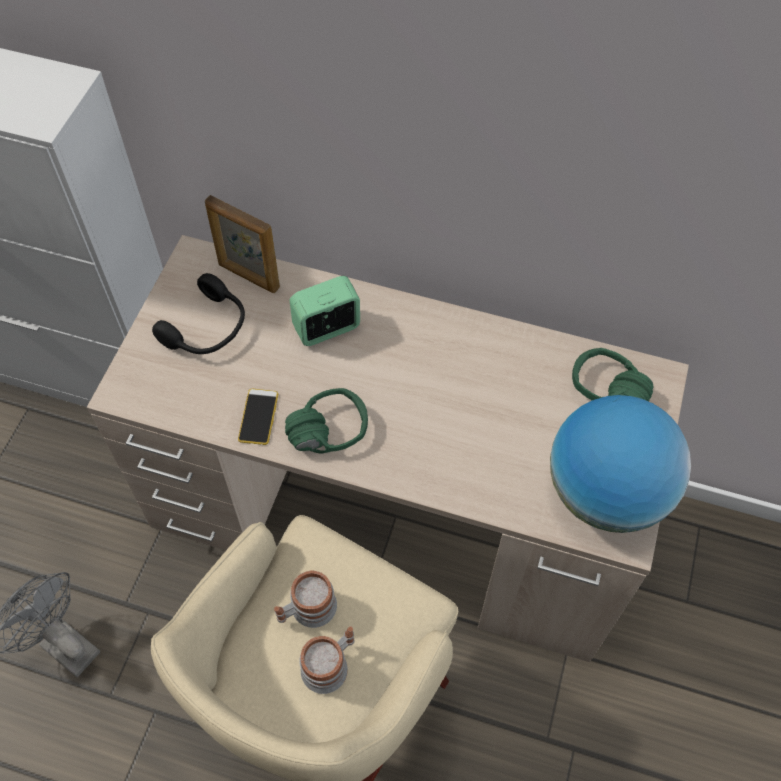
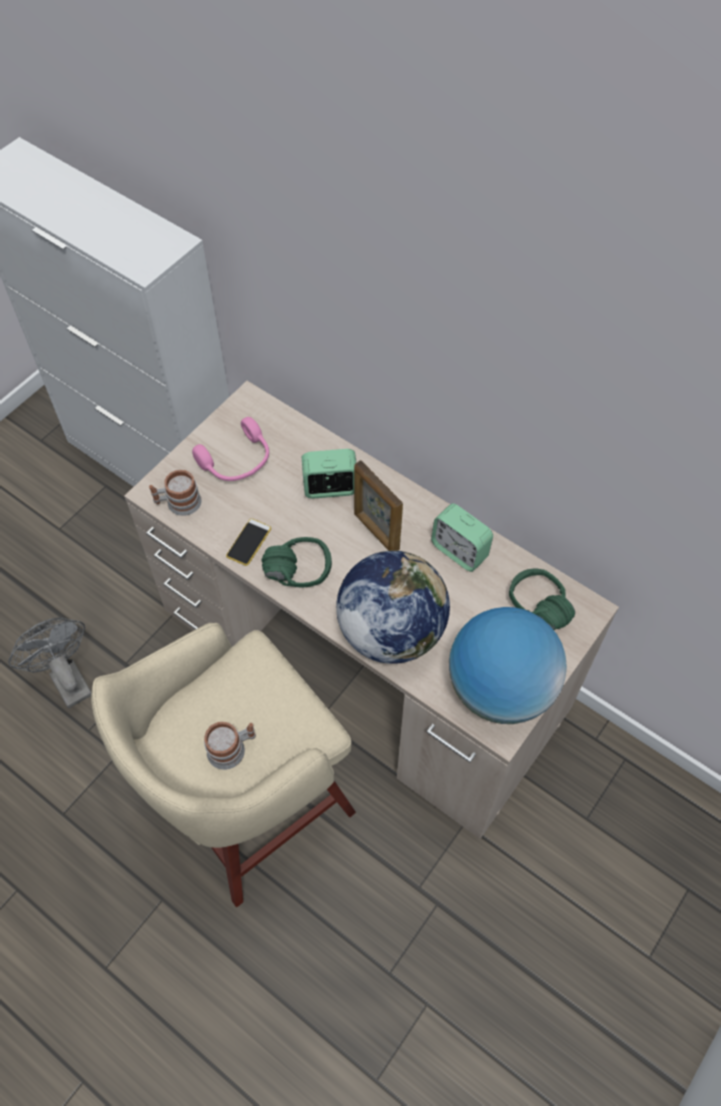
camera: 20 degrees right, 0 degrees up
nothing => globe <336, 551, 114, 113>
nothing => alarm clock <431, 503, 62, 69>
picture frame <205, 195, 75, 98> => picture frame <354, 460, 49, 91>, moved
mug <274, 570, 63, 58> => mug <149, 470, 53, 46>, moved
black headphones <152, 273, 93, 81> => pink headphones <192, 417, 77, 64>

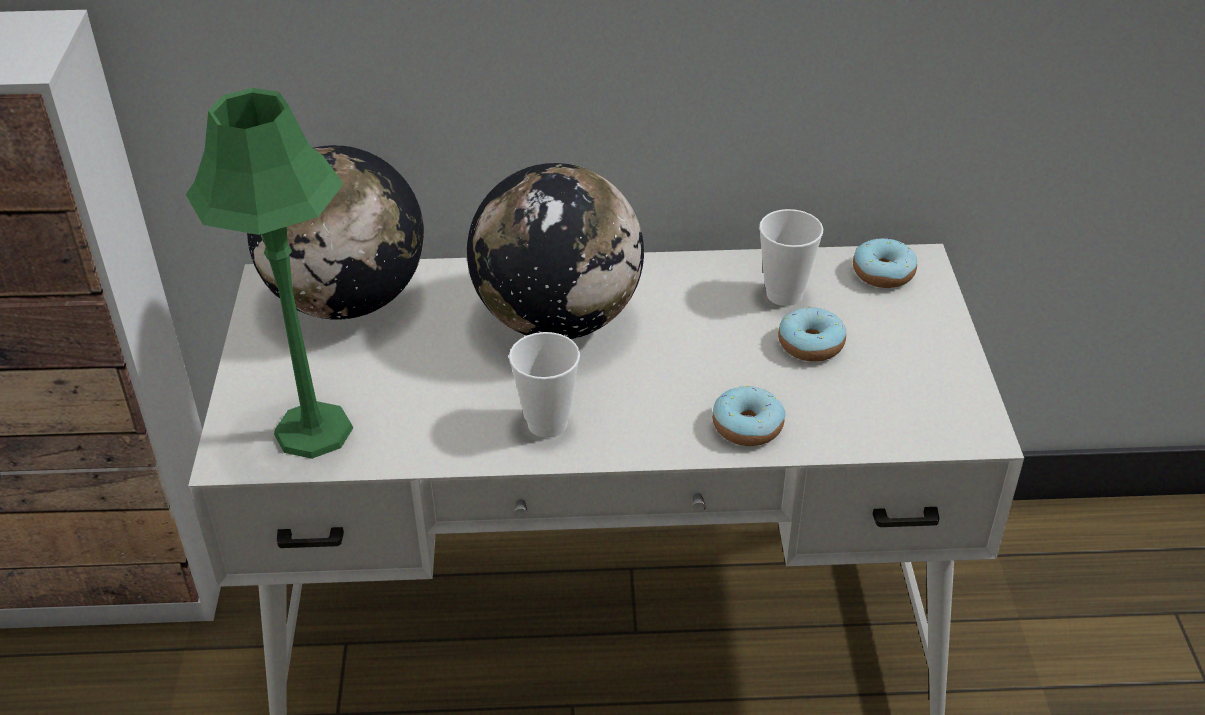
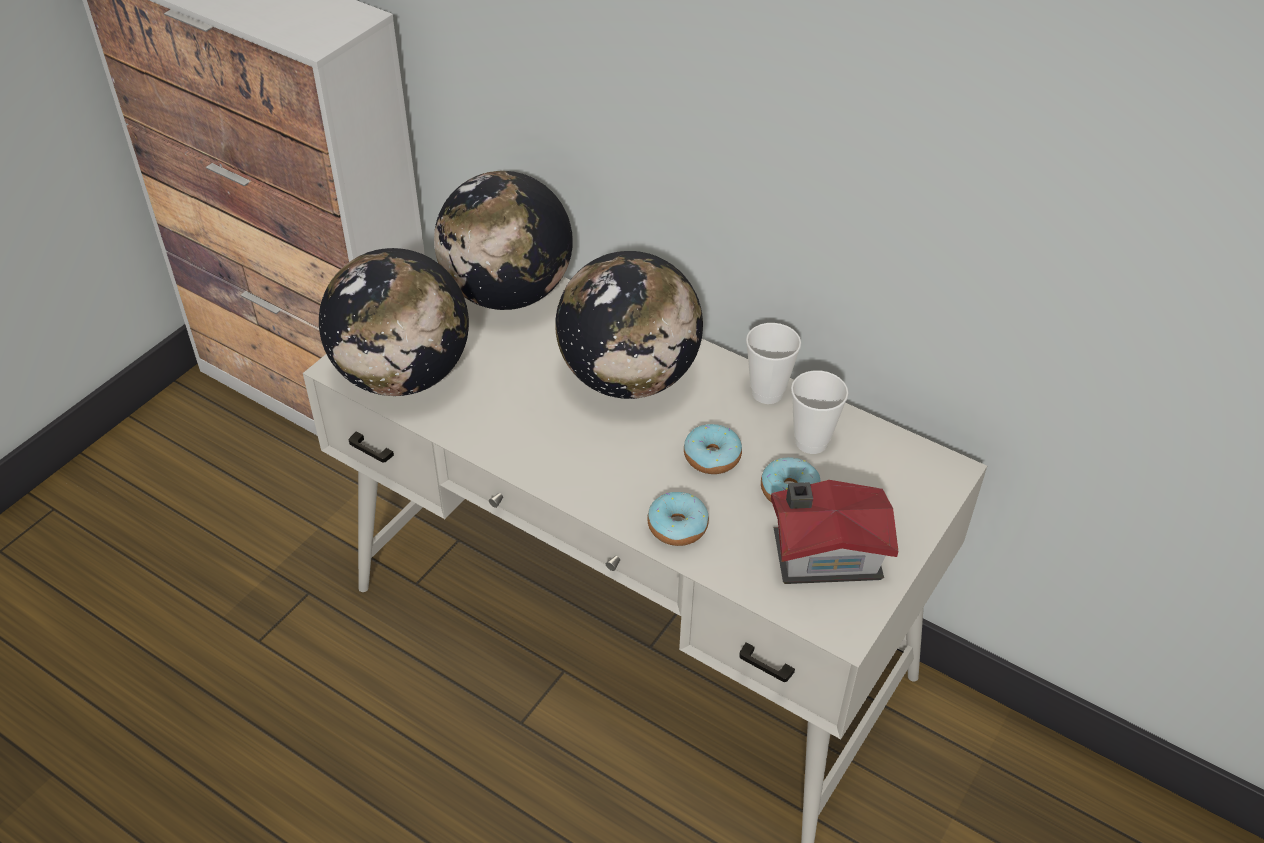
camera: 35 degrees right, 5 degrees up
nothing => toy house <771, 480, 128, 104>
cup <509, 332, 71, 106> => cup <746, 323, 55, 81>, moved
donut <853, 237, 64, 51> => donut <684, 424, 58, 50>, moved
green table lamp <186, 88, 168, 371> => globe <319, 248, 150, 148>

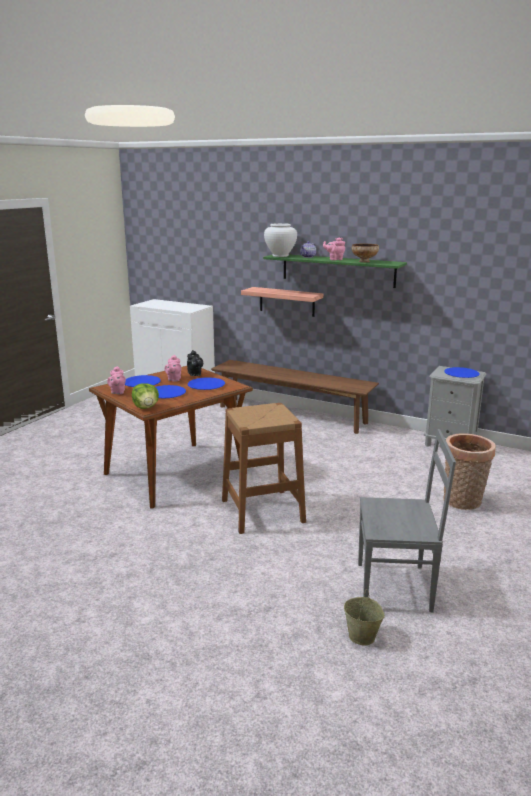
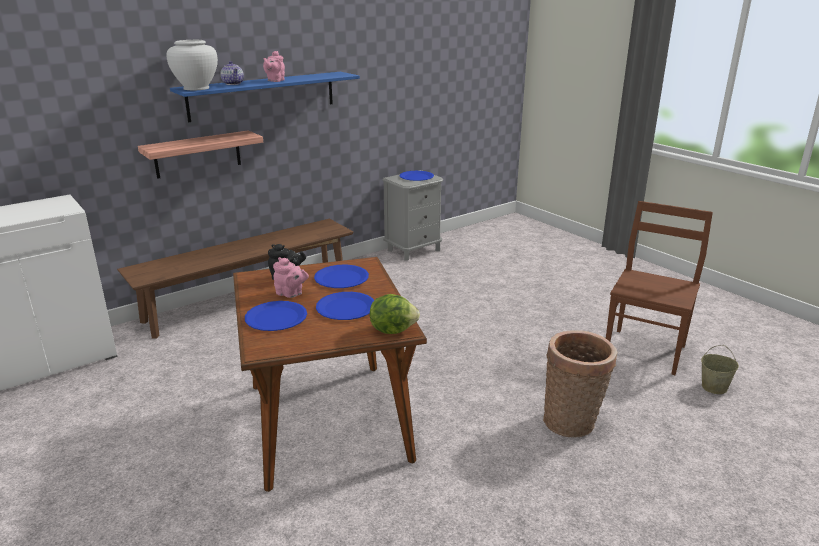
camera: 65 degrees left, 5 degrees up
pink teapot <107, 366, 19, 28> => nothing
brown stool <222, 403, 84, 131> => nothing
bowl <352, 244, 27, 19> => nothing
basket <443, 433, 53, 77> => basket <543, 330, 74, 107>, moved
green shelf <263, 254, 144, 34> => blue shelf <170, 72, 190, 50>
grey chair <358, 429, 98, 183> => brown chair <606, 201, 107, 174>

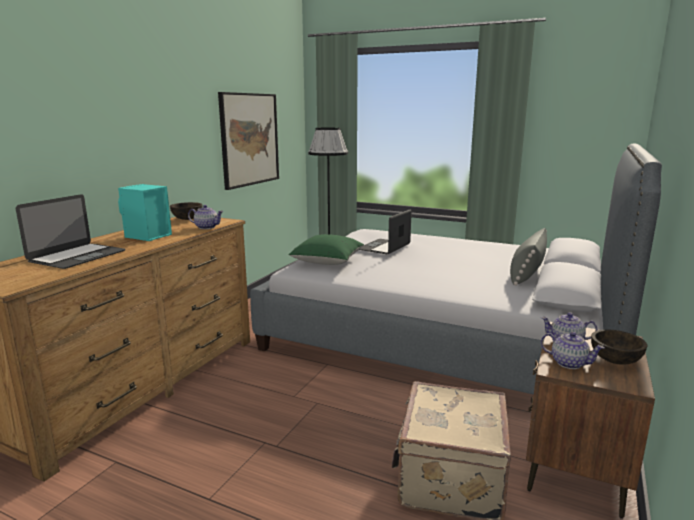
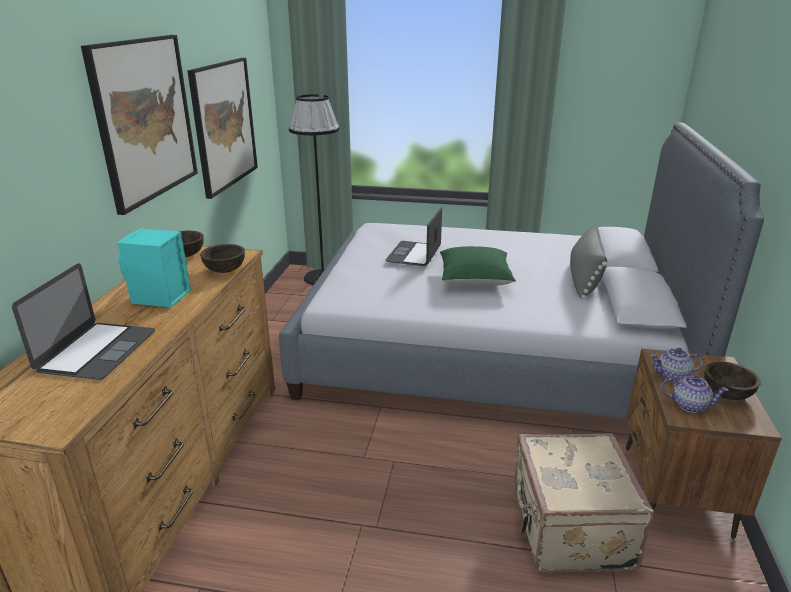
camera: 15 degrees left, 10 degrees up
nothing => picture <81, 35, 117, 180>
green pillow <289, 234, 75, 31> => green pillow <440, 246, 76, 40>, moved
teapot <188, 205, 36, 24> => brown bowl <200, 244, 45, 29>

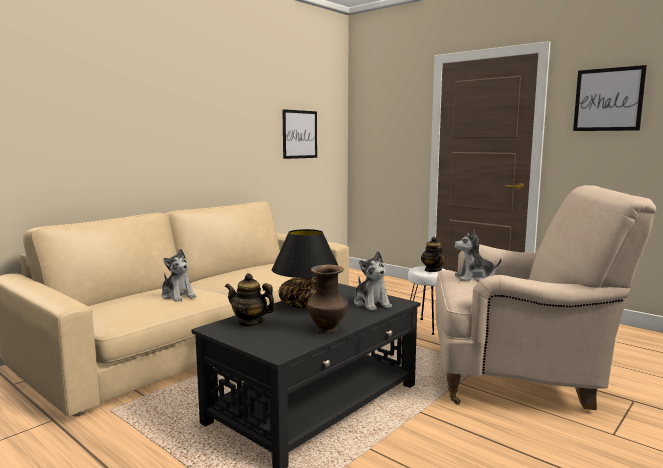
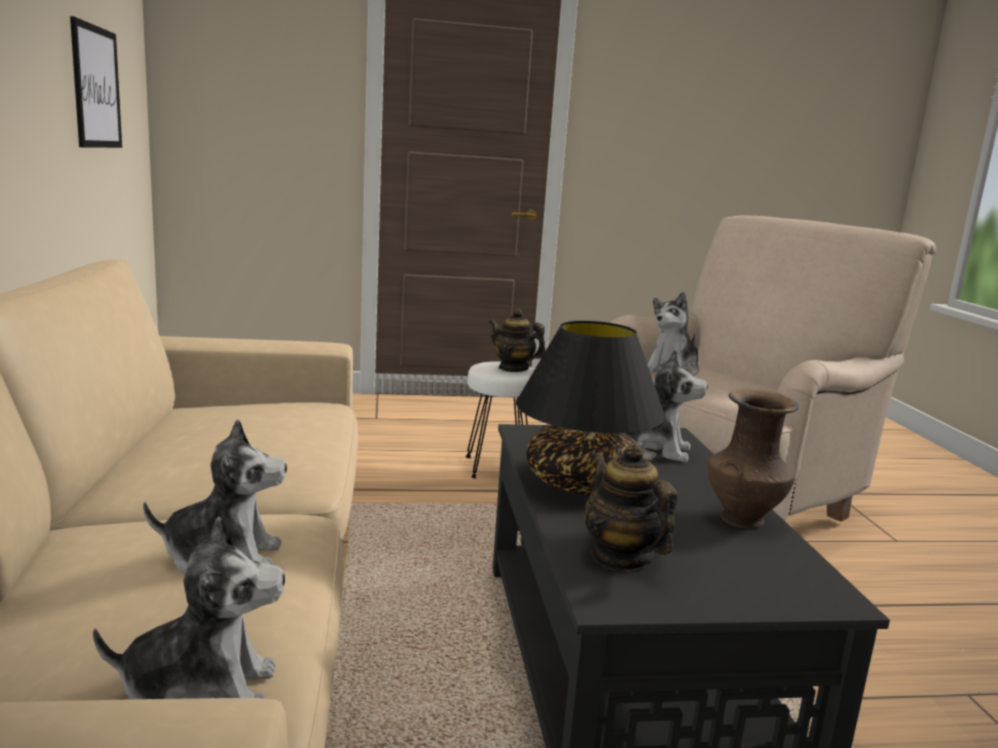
camera: 50 degrees left, 5 degrees up
picture <573, 65, 74, 66> => nothing
nothing => plush toy <93, 517, 192, 182>
teapot <225, 273, 51, 54> => teapot <584, 443, 93, 128>, 90 degrees clockwise

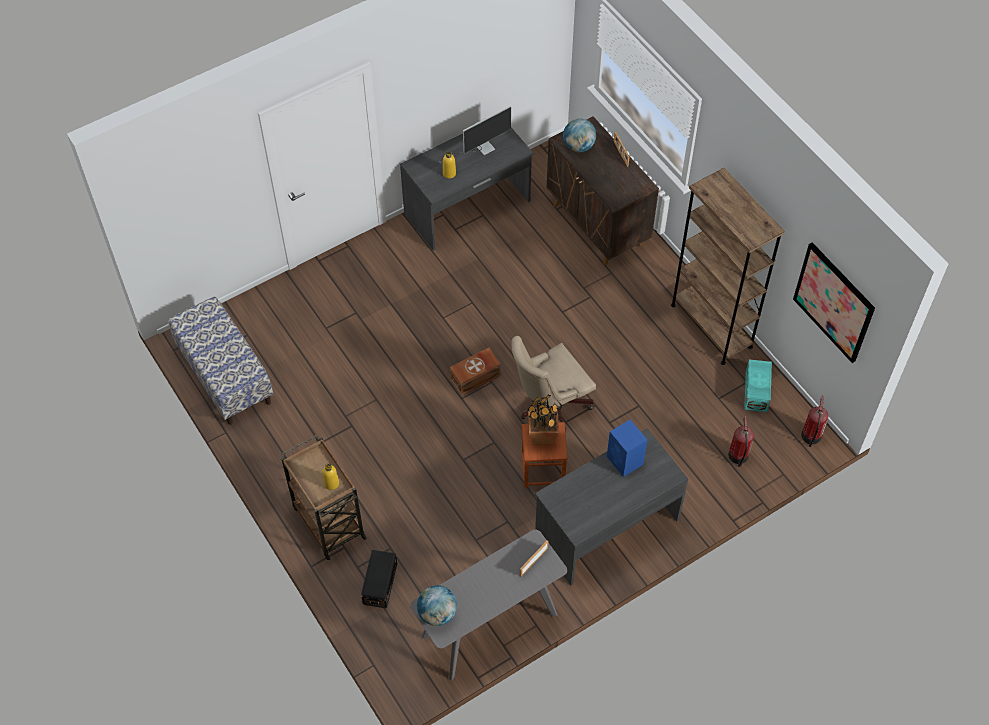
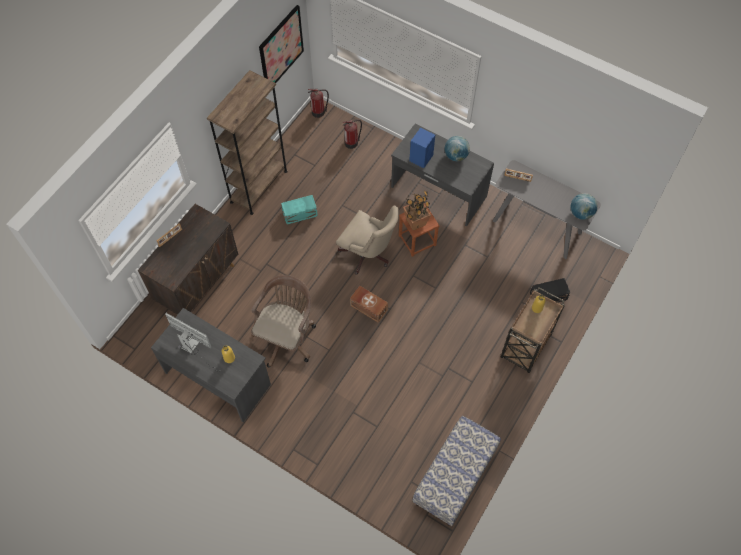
camera: 115 degrees left, 5 degrees up
nothing => brown office chair <251, 275, 65, 92>
globe <563, 119, 33, 33> => globe <445, 136, 25, 25>, moved
turquoise storage box <744, 359, 28, 53> => turquoise storage box <281, 195, 37, 30>, moved

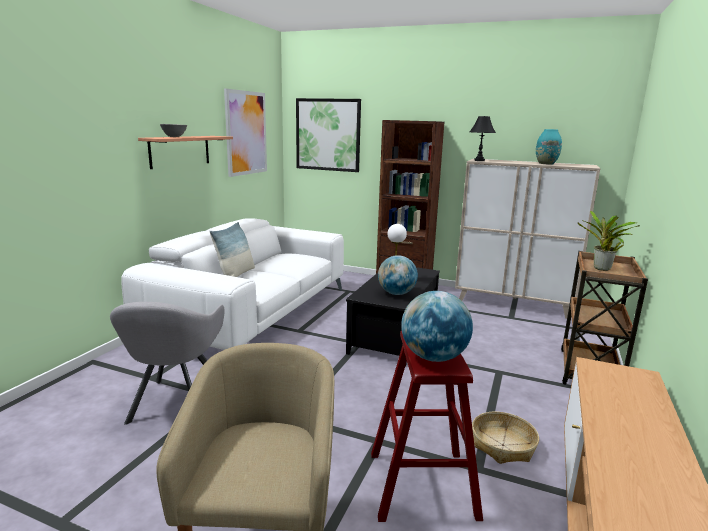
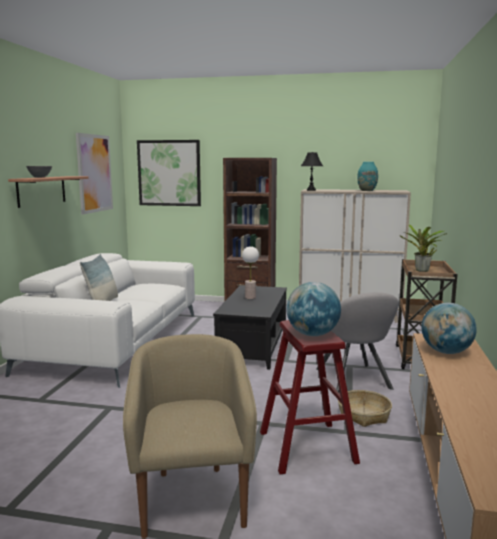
camera: 10 degrees left, 5 degrees down
grey armchair <110, 302, 115, 123> => grey armchair <316, 292, 83, 101>, moved
globe <378, 255, 40, 40> => globe <422, 303, 55, 51>, moved

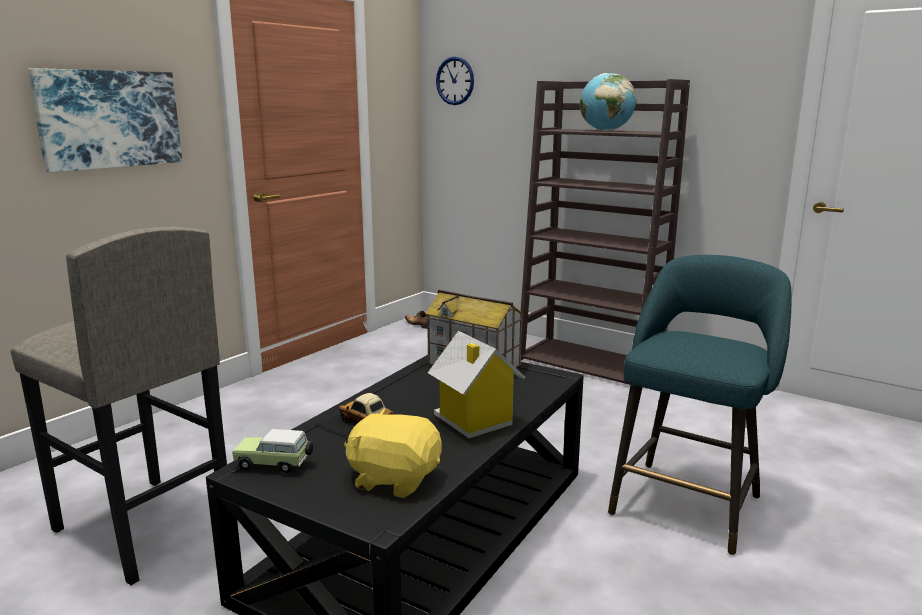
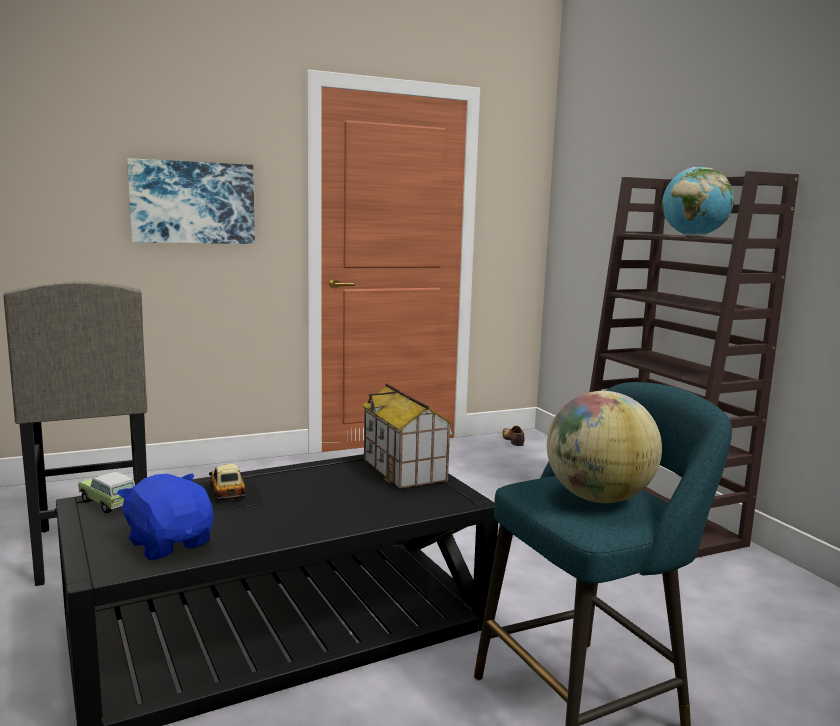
camera: 30 degrees right, 5 degrees down
toy house <428, 331, 97, 107> => nothing
wall clock <436, 56, 38, 49> => nothing
nothing => globe <547, 391, 115, 112>
yellow plush toy <344, 408, 98, 90> => blue plush toy <117, 473, 97, 87>

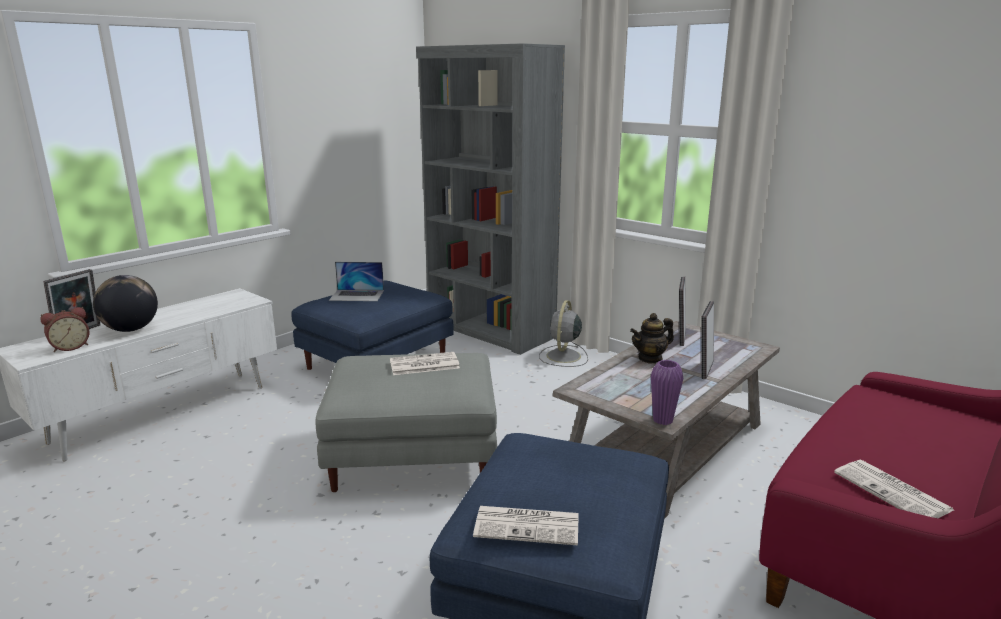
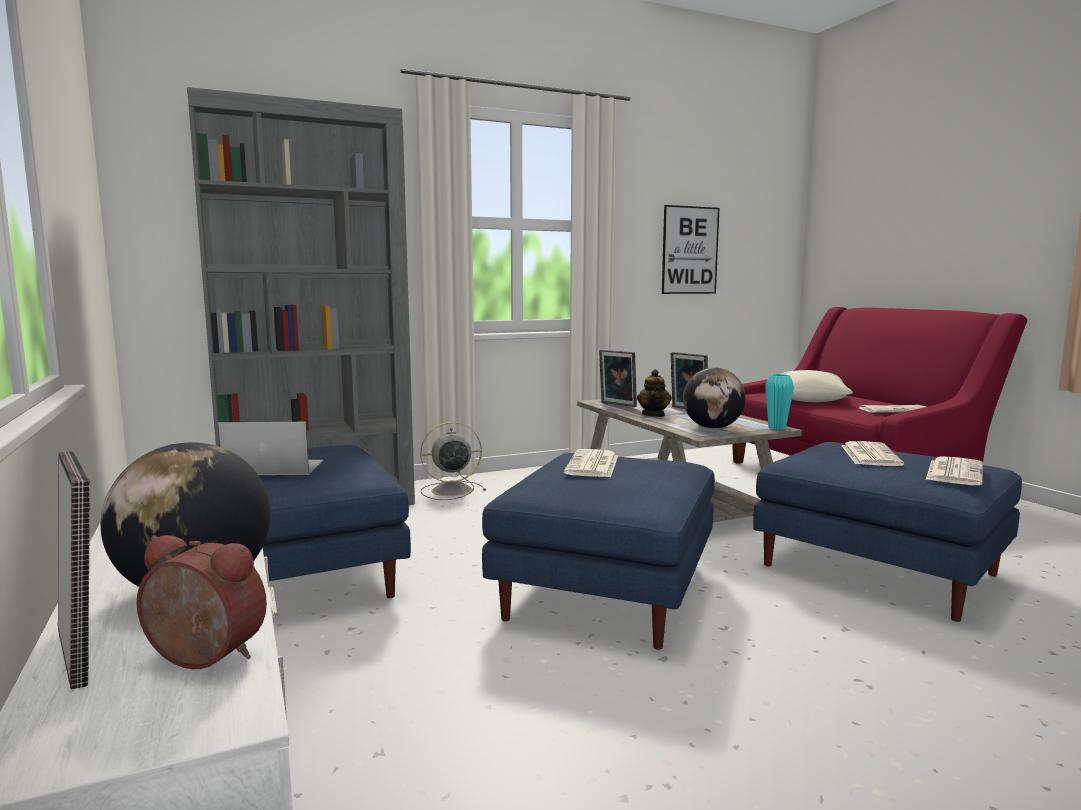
camera: 65 degrees left, 10 degrees down
nothing => picture <662, 205, 57, 89>
nothing => globe <683, 367, 63, 62>
nothing => pillow <780, 370, 73, 32>
nothing => newspaper <842, 441, 62, 25>
grey ottoman <315, 353, 182, 139> => blue ottoman <482, 453, 233, 197>
purple vase <651, 360, 33, 65> => turquoise vase <765, 374, 29, 56>
alarm clock <40, 307, 49, 45> => alarm clock <137, 535, 130, 134>, 60 degrees counterclockwise
laptop <329, 262, 55, 39> => laptop <218, 422, 105, 53>, 120 degrees counterclockwise
grey fan <539, 300, 49, 67> => grey fan <420, 422, 66, 78>, 120 degrees clockwise

